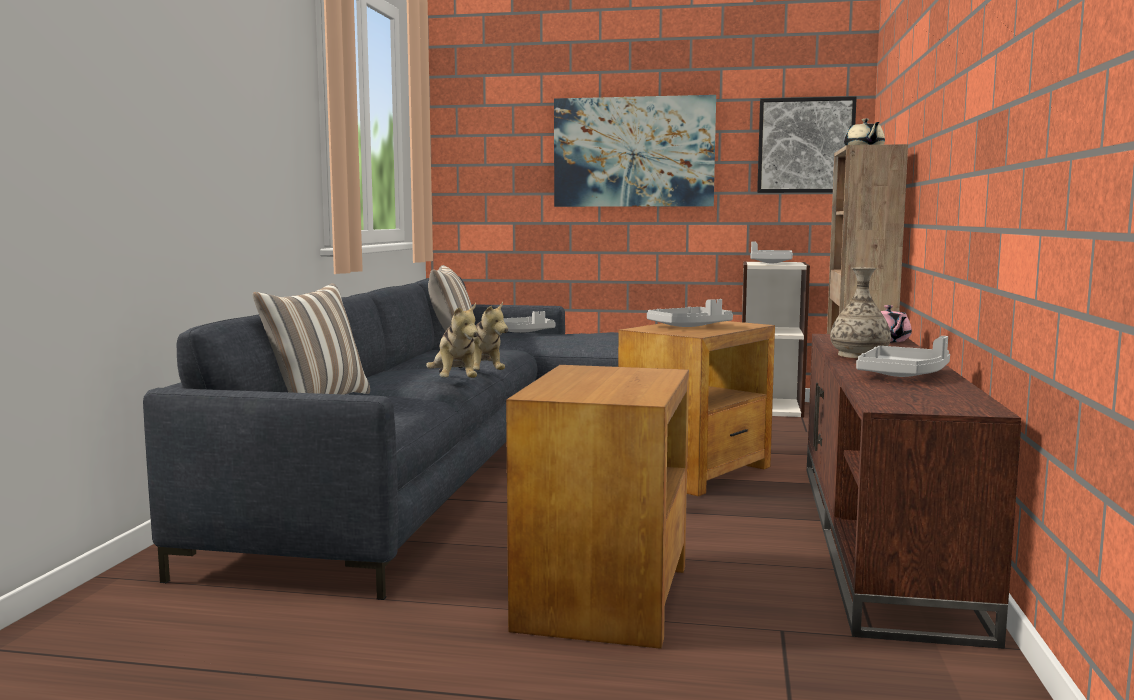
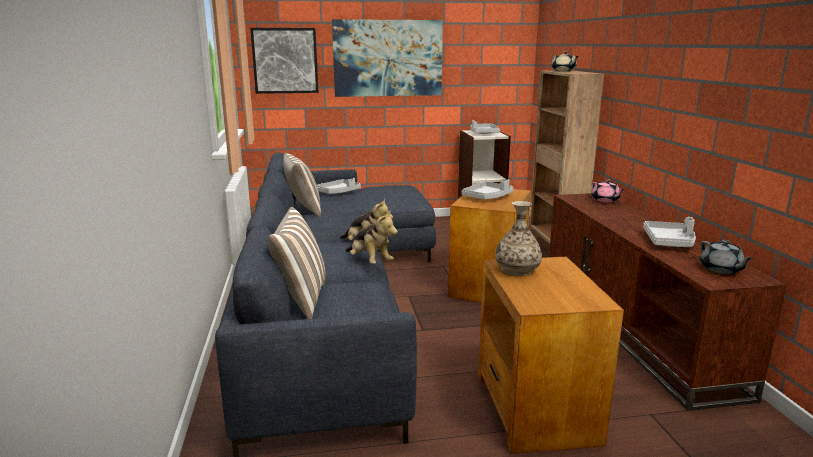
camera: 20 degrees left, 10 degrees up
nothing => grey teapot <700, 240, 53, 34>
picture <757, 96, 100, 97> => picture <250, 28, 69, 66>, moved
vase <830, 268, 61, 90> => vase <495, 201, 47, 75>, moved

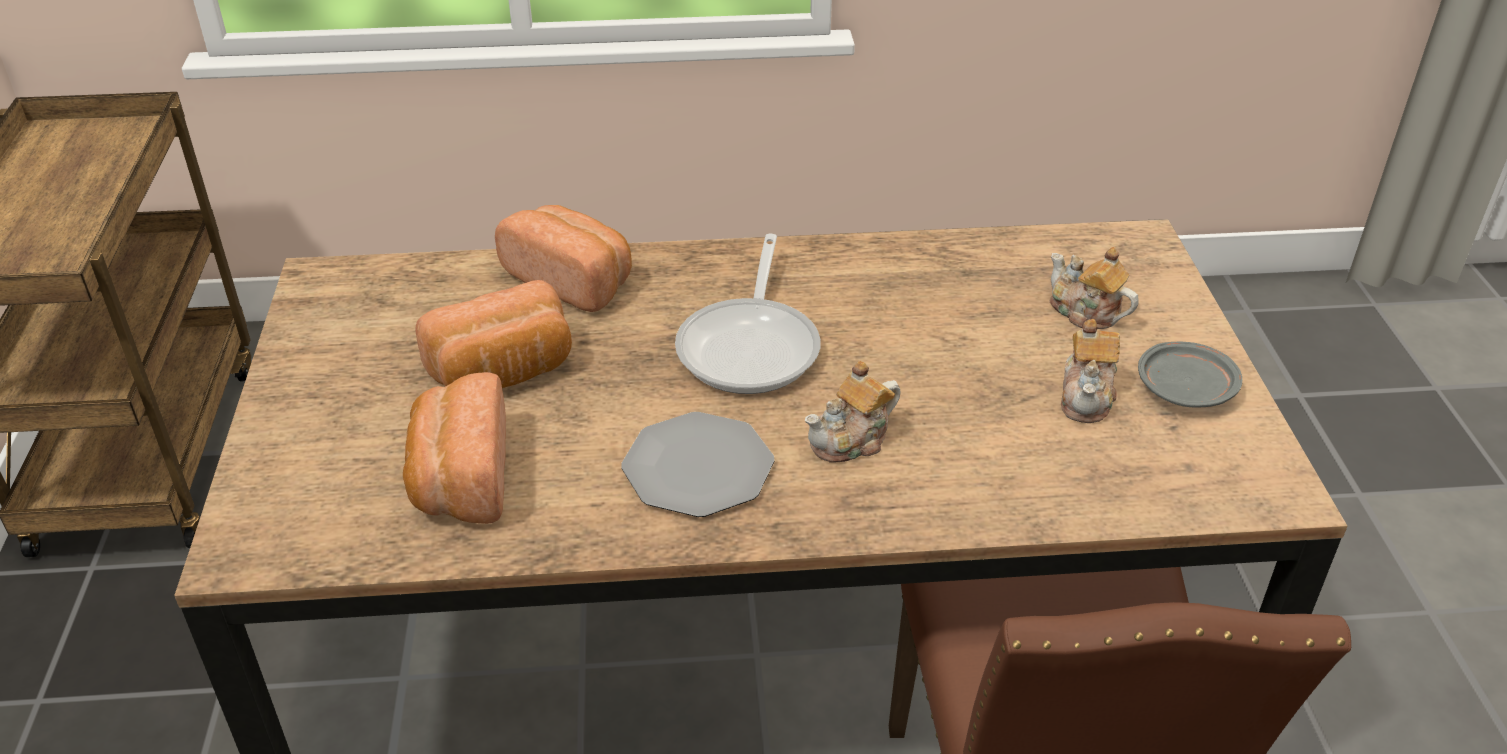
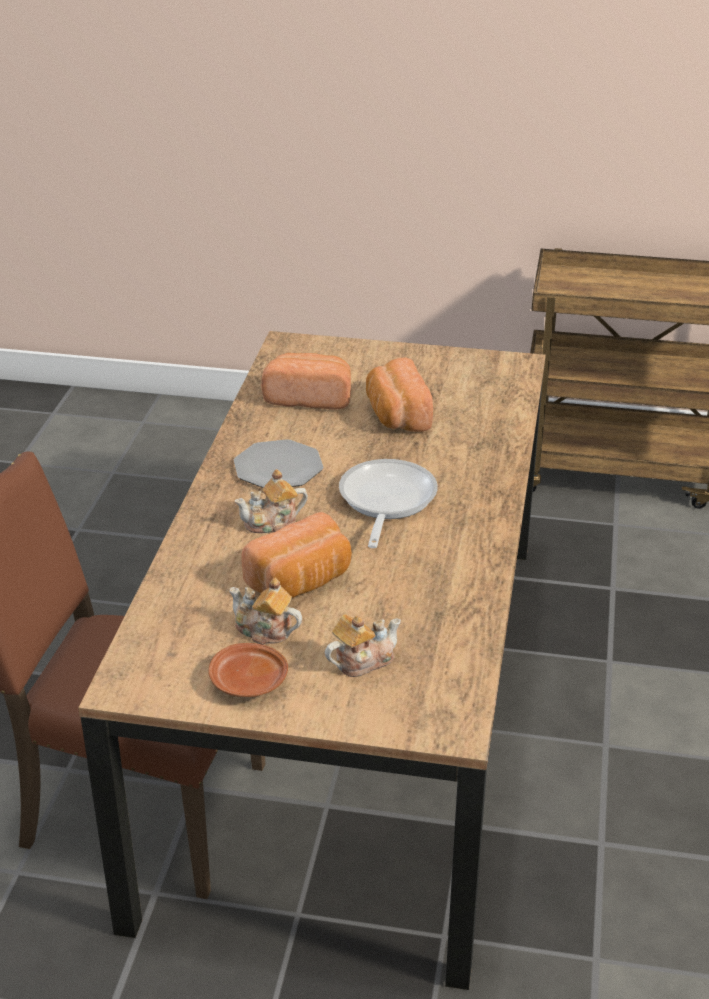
camera: 105 degrees right, 5 degrees down
bread <495, 205, 137, 107> => bread <241, 512, 111, 86>, moved
grey plate <1138, 342, 104, 65> => brown plate <208, 643, 80, 54>
frying pan <675, 234, 146, 160> => frying pan <339, 459, 99, 89>, 75 degrees clockwise
teapot <805, 361, 96, 102> => teapot <235, 469, 73, 64>, 90 degrees counterclockwise

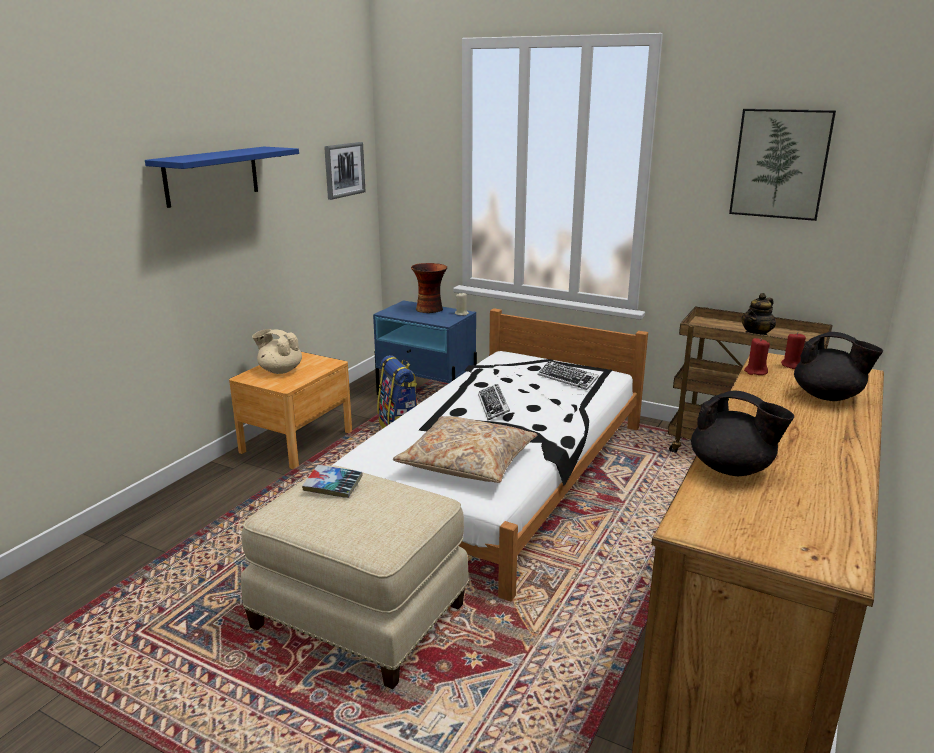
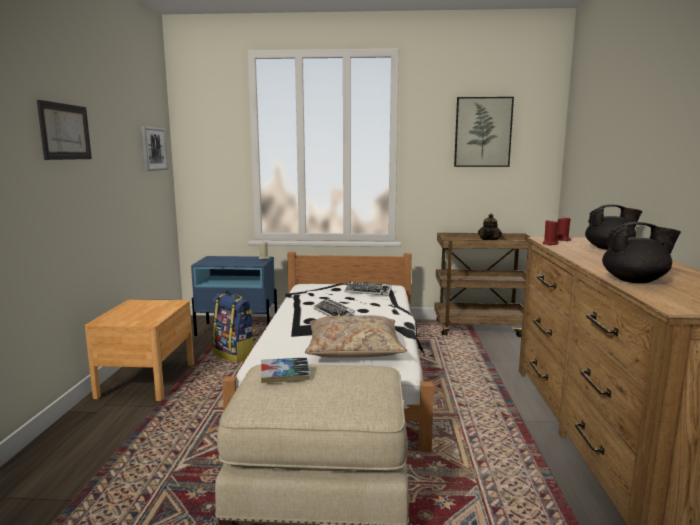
camera: 25 degrees left, 10 degrees down
beige teapot <252, 329, 50, 45> => nothing
vase <411, 263, 36, 50> => nothing
blue shelf <145, 147, 154, 61> => picture <37, 100, 55, 60>

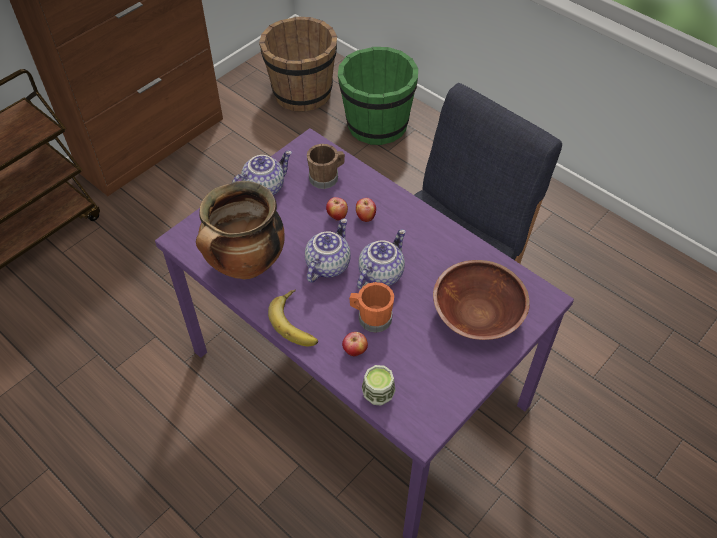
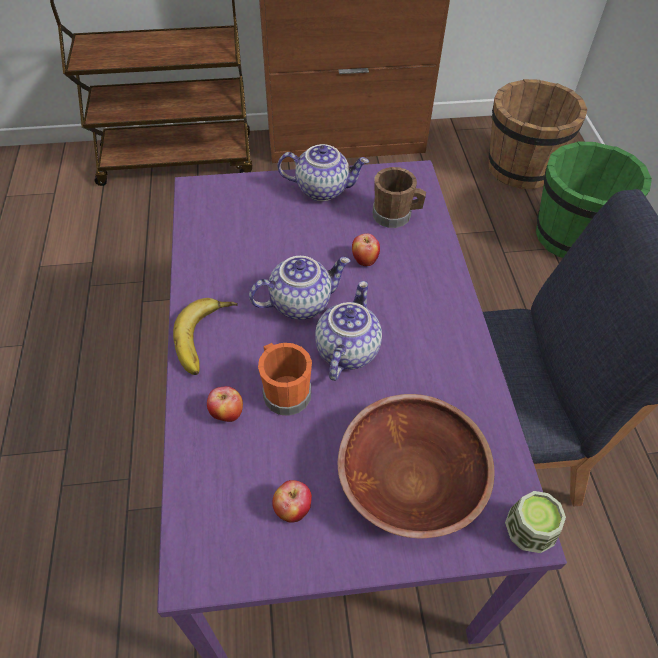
camera: 40 degrees right, 0 degrees up
cooking pot <196, 181, 89, 98> => nothing
apple <356, 198, 20, 24> => apple <272, 480, 40, 43>, moved
cup <362, 365, 34, 41> => cup <505, 491, 61, 62>, moved
teapot <357, 229, 49, 60> => teapot <315, 281, 67, 100>, 60 degrees counterclockwise

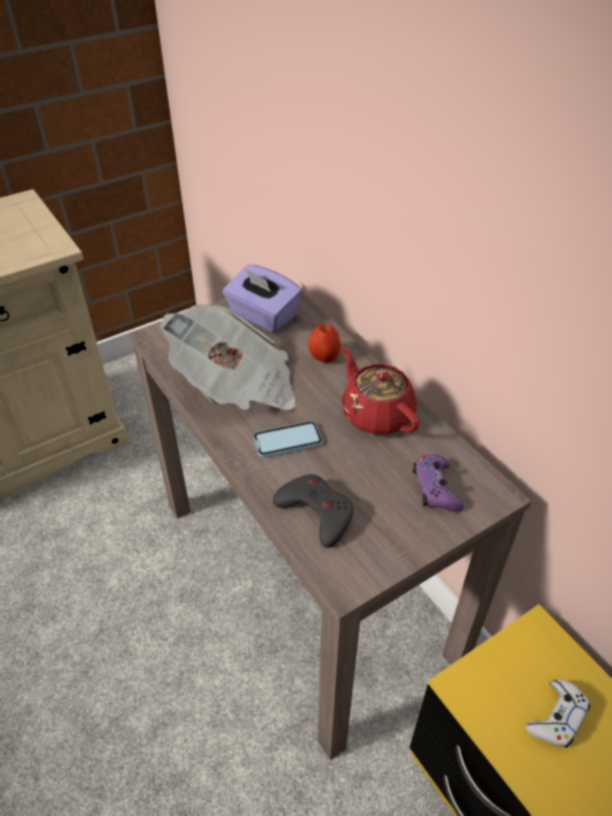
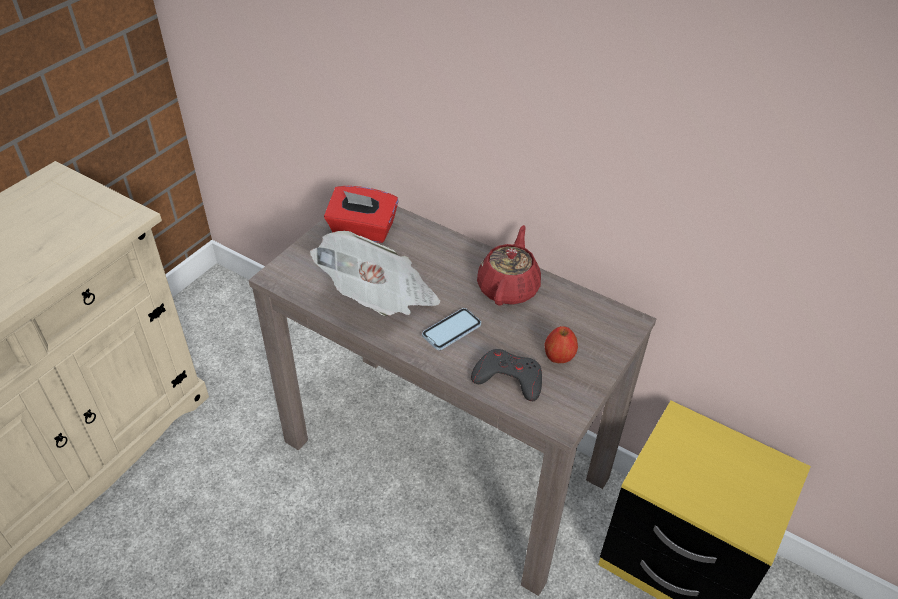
camera: 25 degrees left, 0 degrees up
purple game controller <413, 454, 51, 58> => nothing
white game controller <526, 679, 64, 69> => nothing
apple <308, 324, 33, 38> => apple <545, 326, 33, 37>, moved
purple tissue box <222, 264, 80, 69> => red tissue box <324, 186, 74, 57>
red teapot <342, 347, 78, 87> => red teapot <477, 225, 64, 81>, 75 degrees clockwise

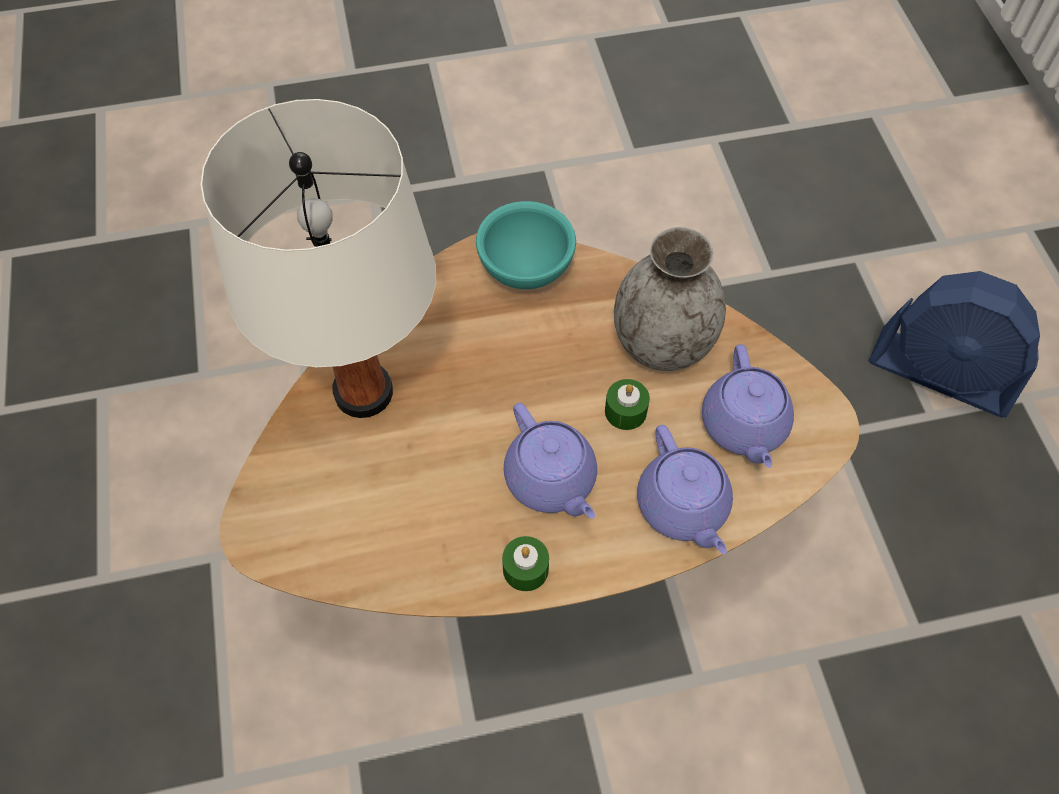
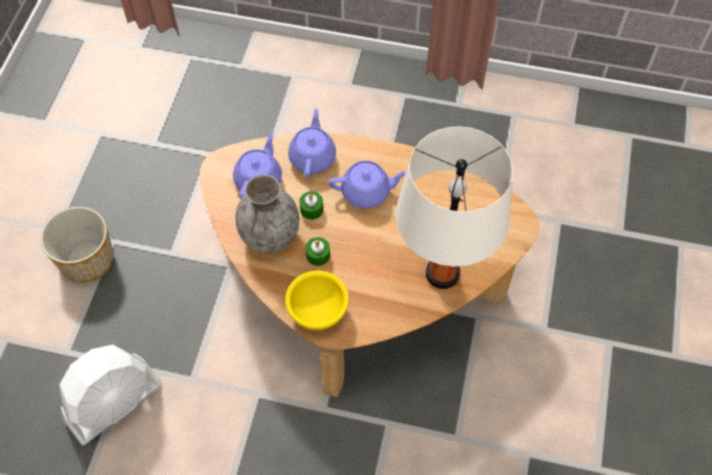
camera: 155 degrees left, 0 degrees up
nothing => white fan <59, 345, 103, 100>
green candle <502, 536, 47, 55> => green candle <306, 237, 24, 29>, moved
blue fan <869, 271, 171, 146> => planter <40, 207, 74, 76>
turquoise bowl <476, 201, 100, 88> => yellow bowl <285, 271, 64, 59>
purple teapot <504, 403, 93, 116> => purple teapot <329, 161, 77, 47>, 90 degrees clockwise

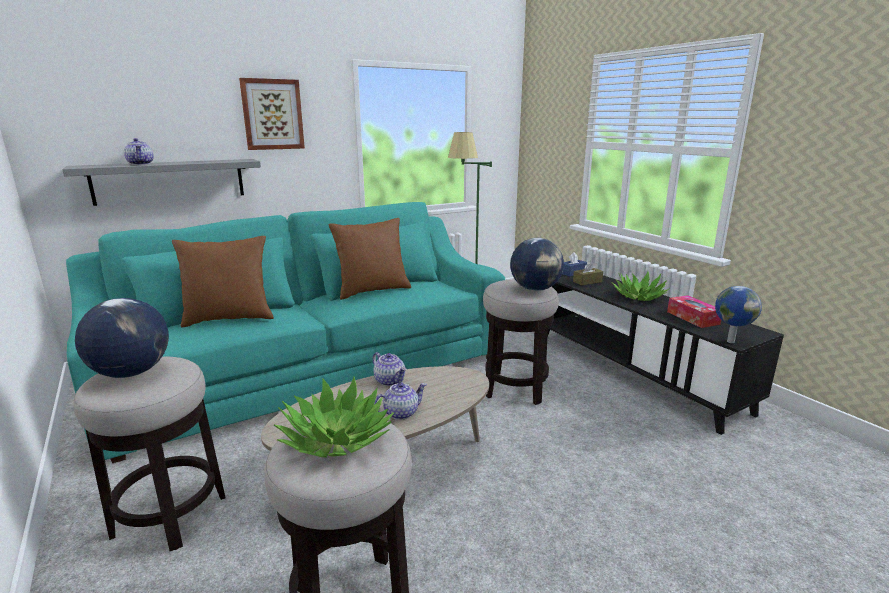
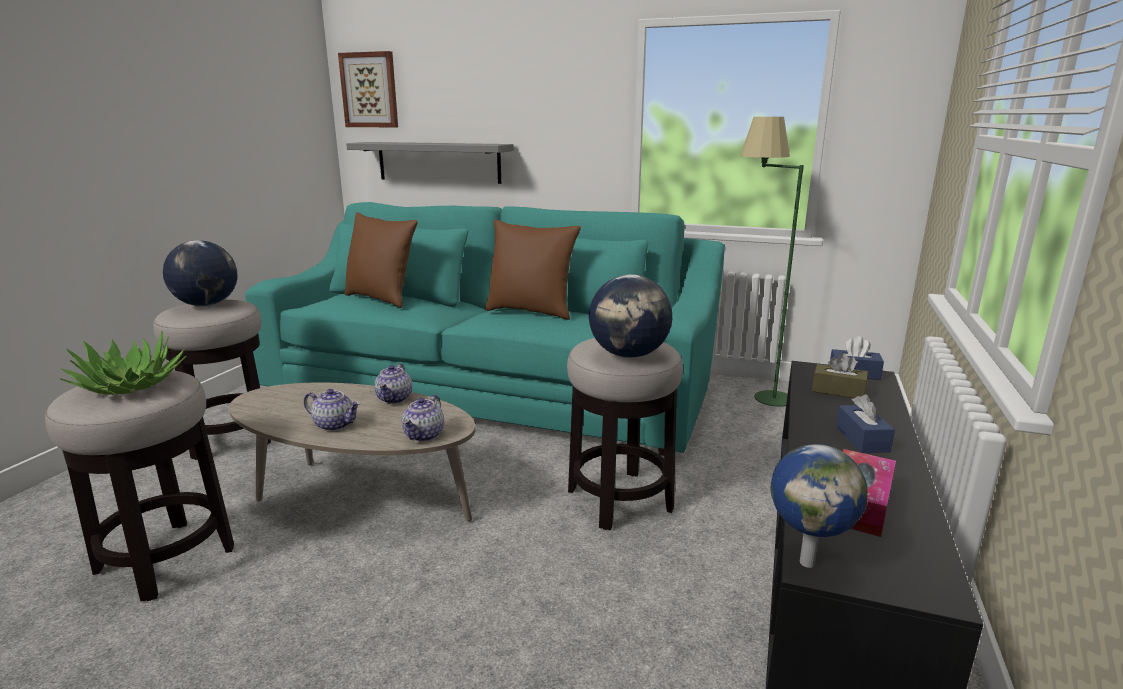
camera: 50 degrees right, 0 degrees up
teapot <124, 138, 30, 27> => teapot <402, 395, 42, 47>, moved
picture <239, 78, 66, 72> => picture <338, 51, 60, 76>, moved
potted plant <611, 271, 59, 30> => blue tissue box <836, 394, 59, 59>

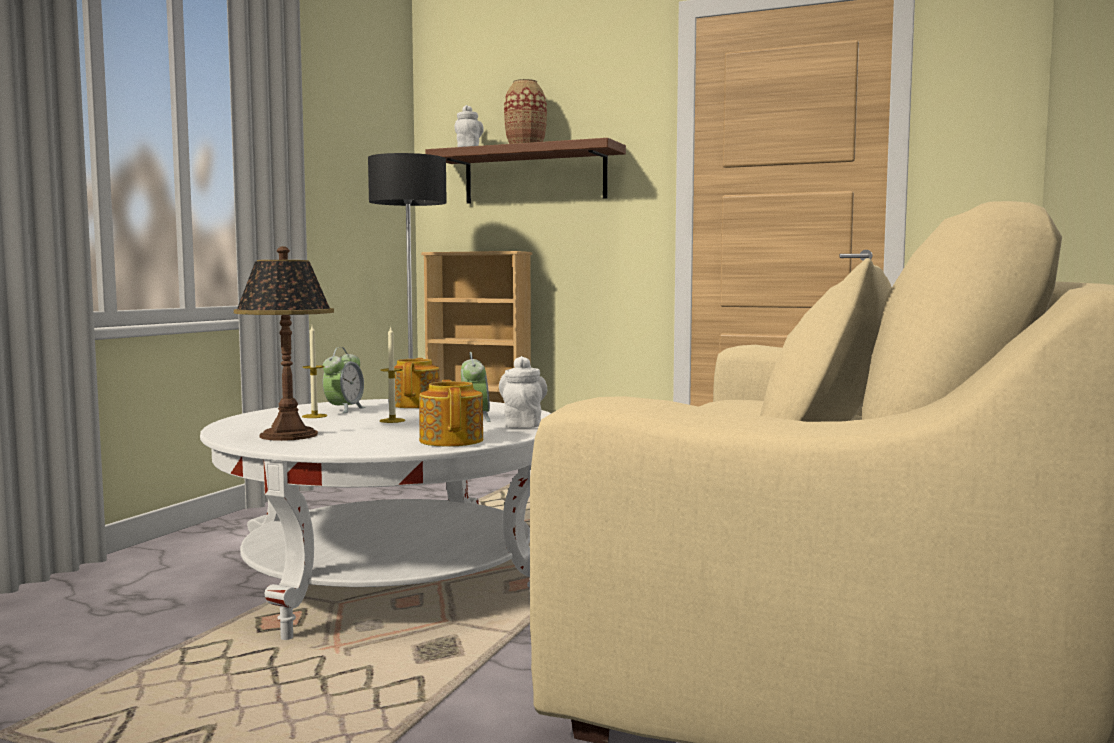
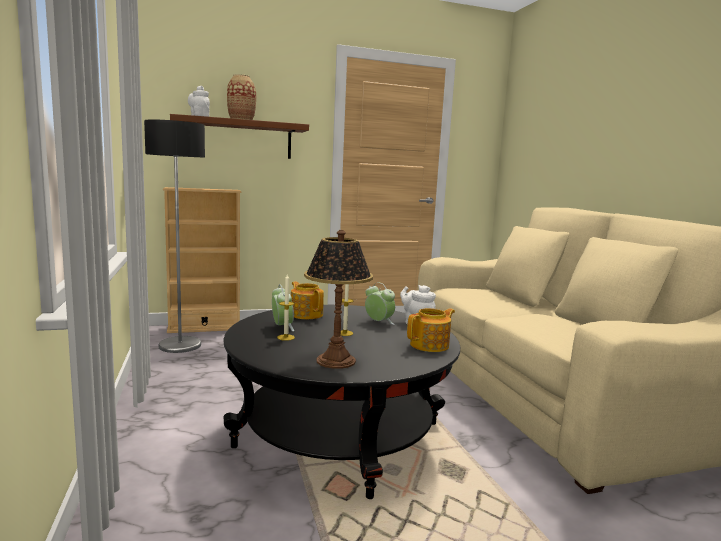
camera: 40 degrees left, 5 degrees up
white coffee table <200, 399, 351, 241> => black coffee table <223, 305, 237, 194>
teapot <419, 380, 64, 67> => teapot <407, 308, 48, 44>, 105 degrees clockwise

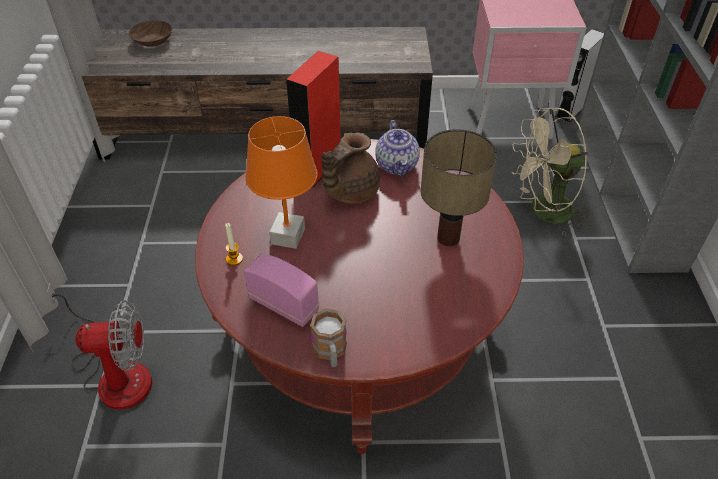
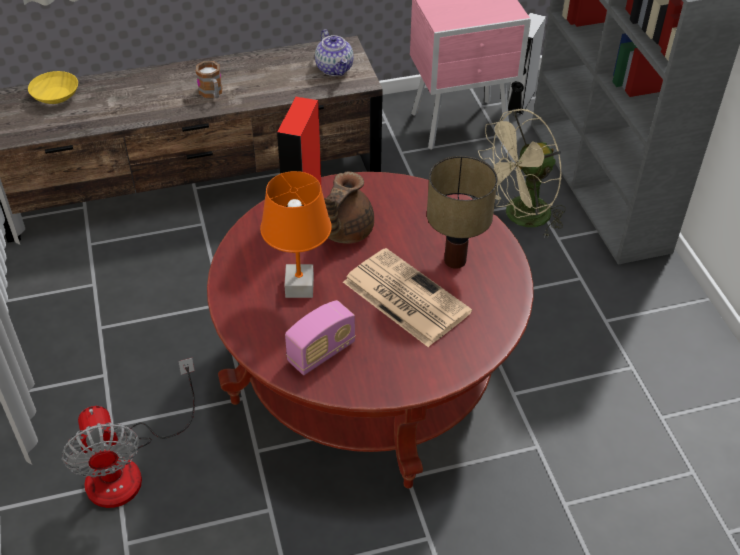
camera: 15 degrees left, 0 degrees up
candle <225, 223, 18, 42> => nothing
nothing => newspaper <343, 248, 129, 99>
mug <310, 308, 37, 59> => mug <196, 61, 26, 37>, moved
teapot <375, 120, 45, 56> => teapot <315, 29, 39, 47>, moved
brown bowl <129, 20, 43, 27> => yellow bowl <28, 71, 50, 33>
fan <47, 283, 105, 127> => fan <62, 358, 133, 150>, 90 degrees clockwise
radio <244, 254, 75, 73> => radio <285, 300, 71, 75>, 120 degrees clockwise

